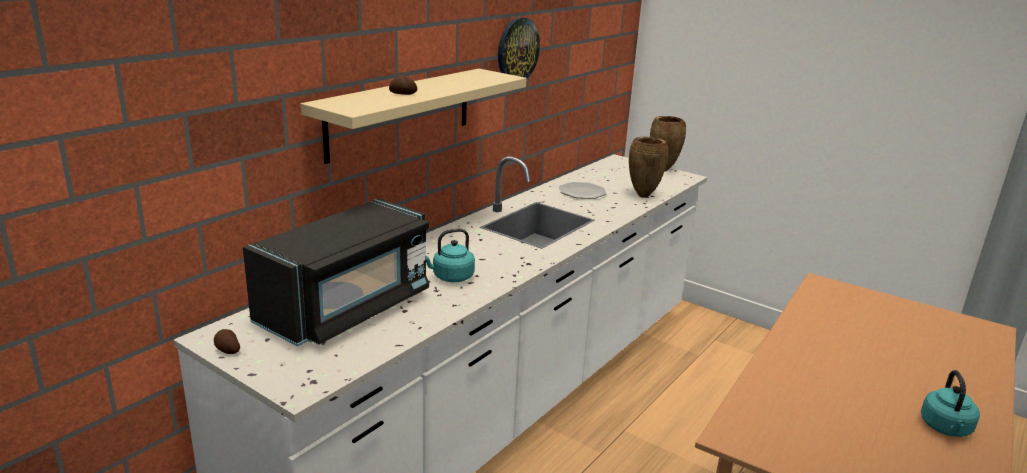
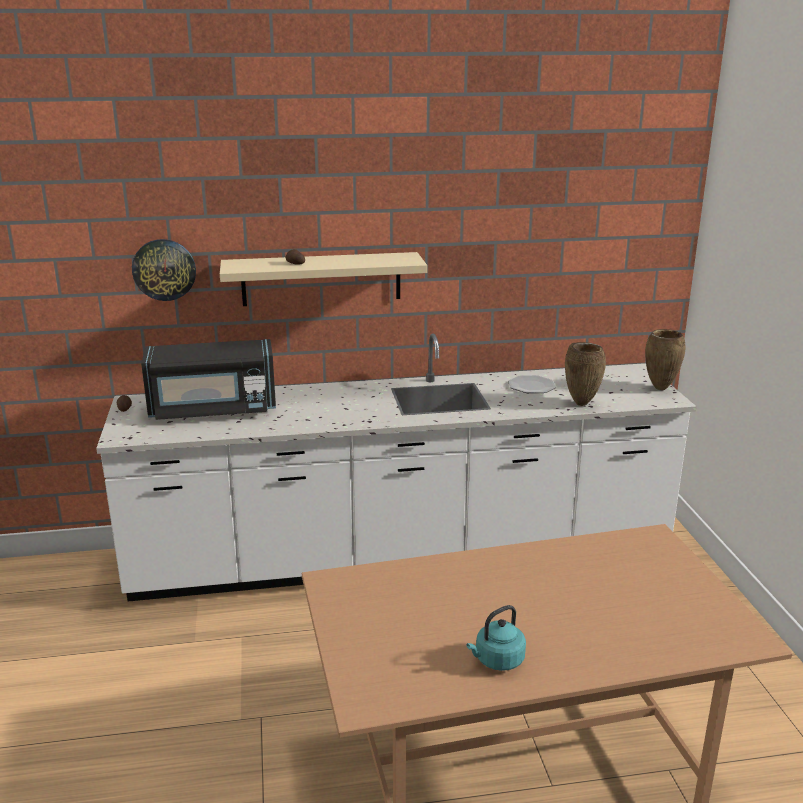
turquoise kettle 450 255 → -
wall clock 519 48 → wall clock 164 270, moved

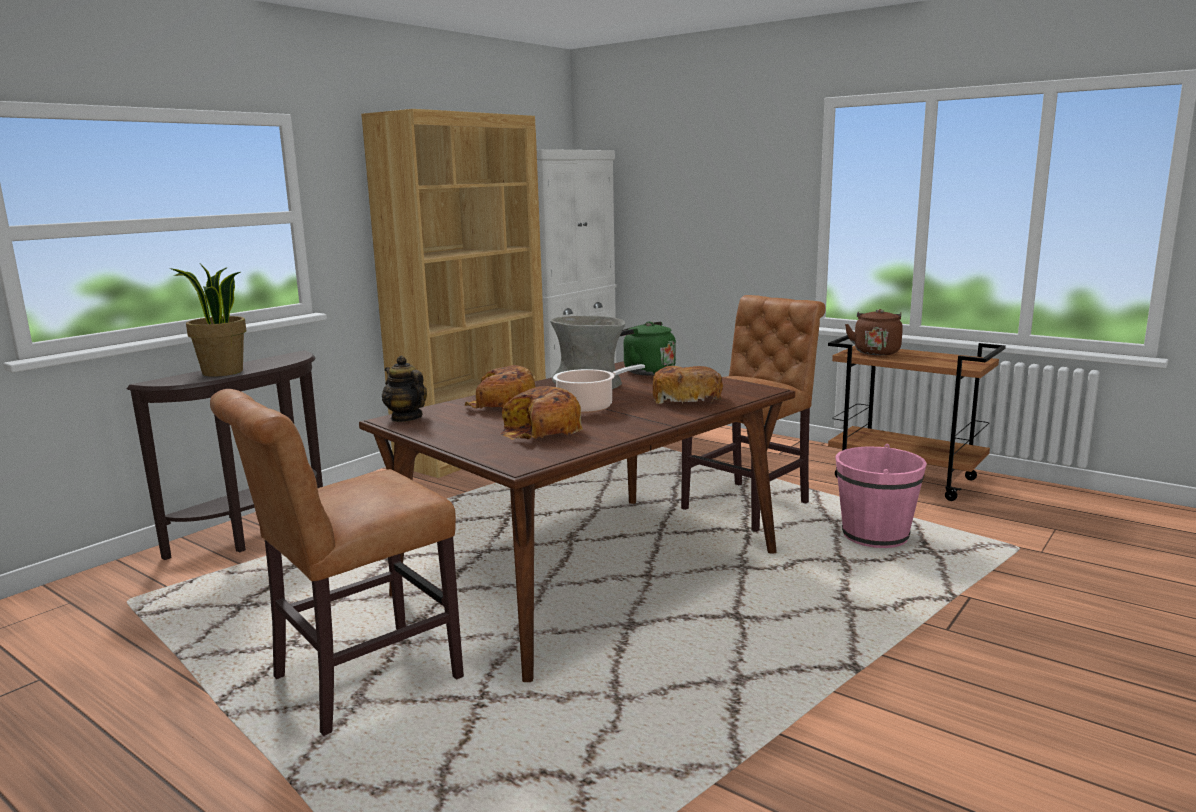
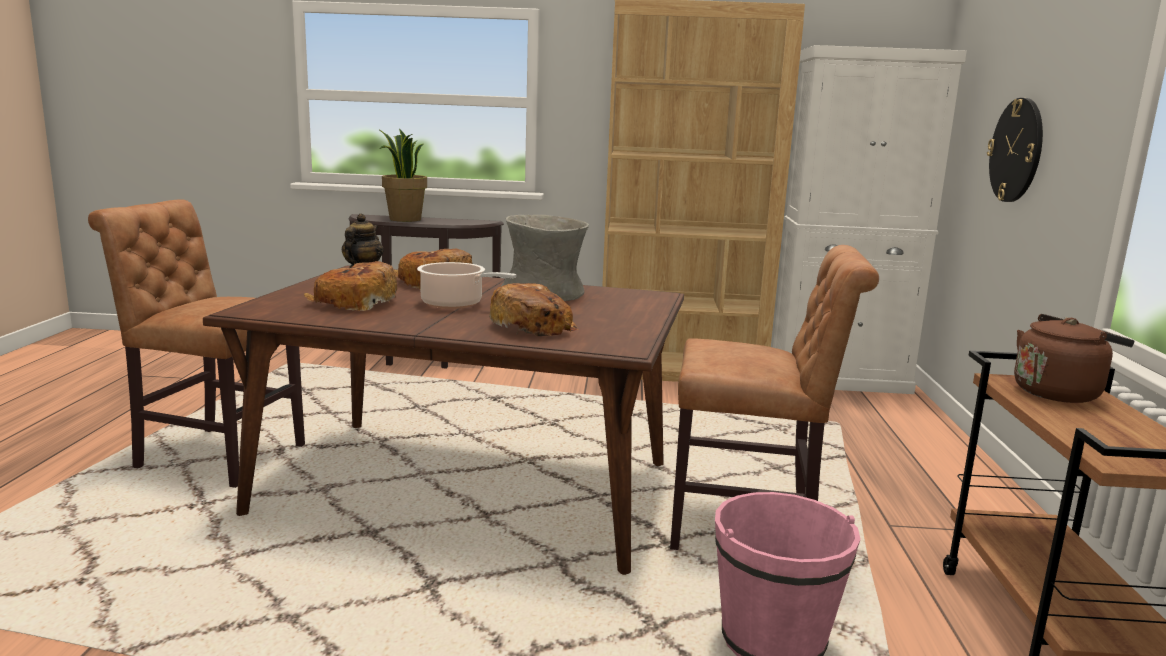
green kettle 648 348 → -
- → wall clock 1015 150

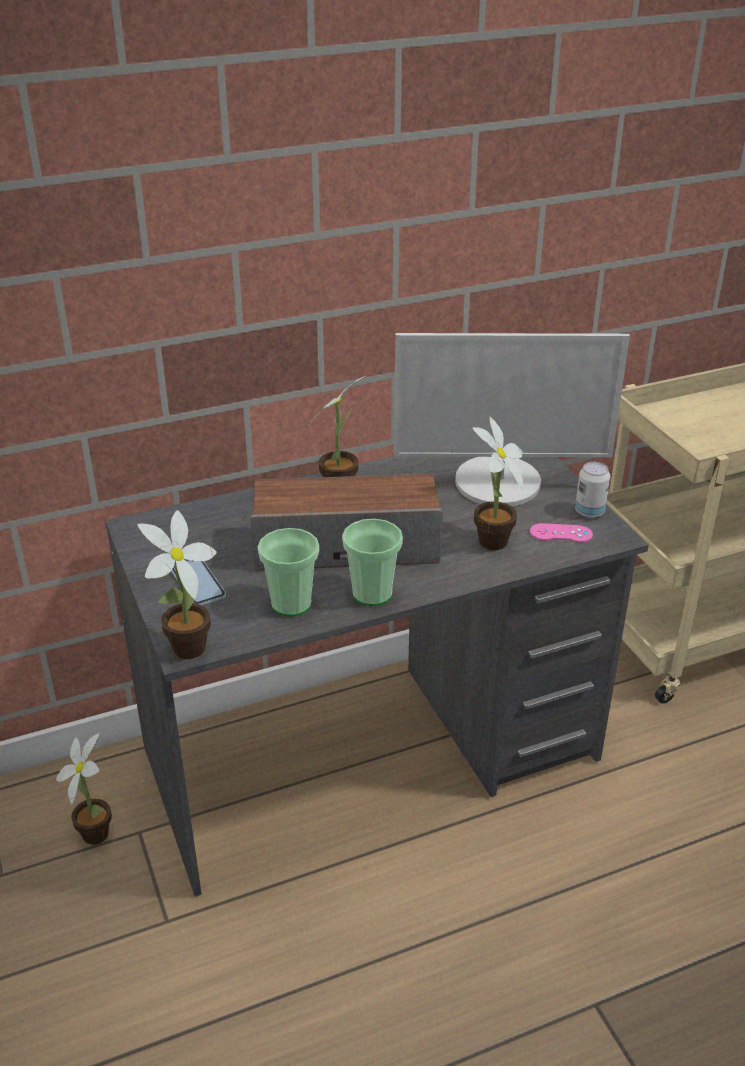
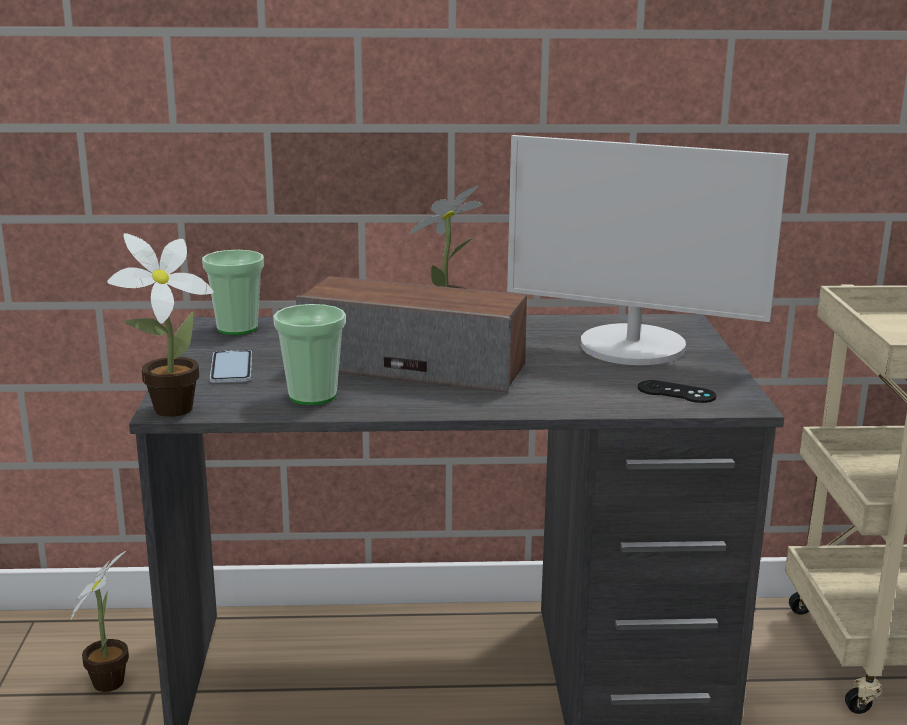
potted plant 498 483 → -
can 592 490 → -
cup 372 562 → cup 233 292, moved
pink game controller 561 533 → black game controller 676 391

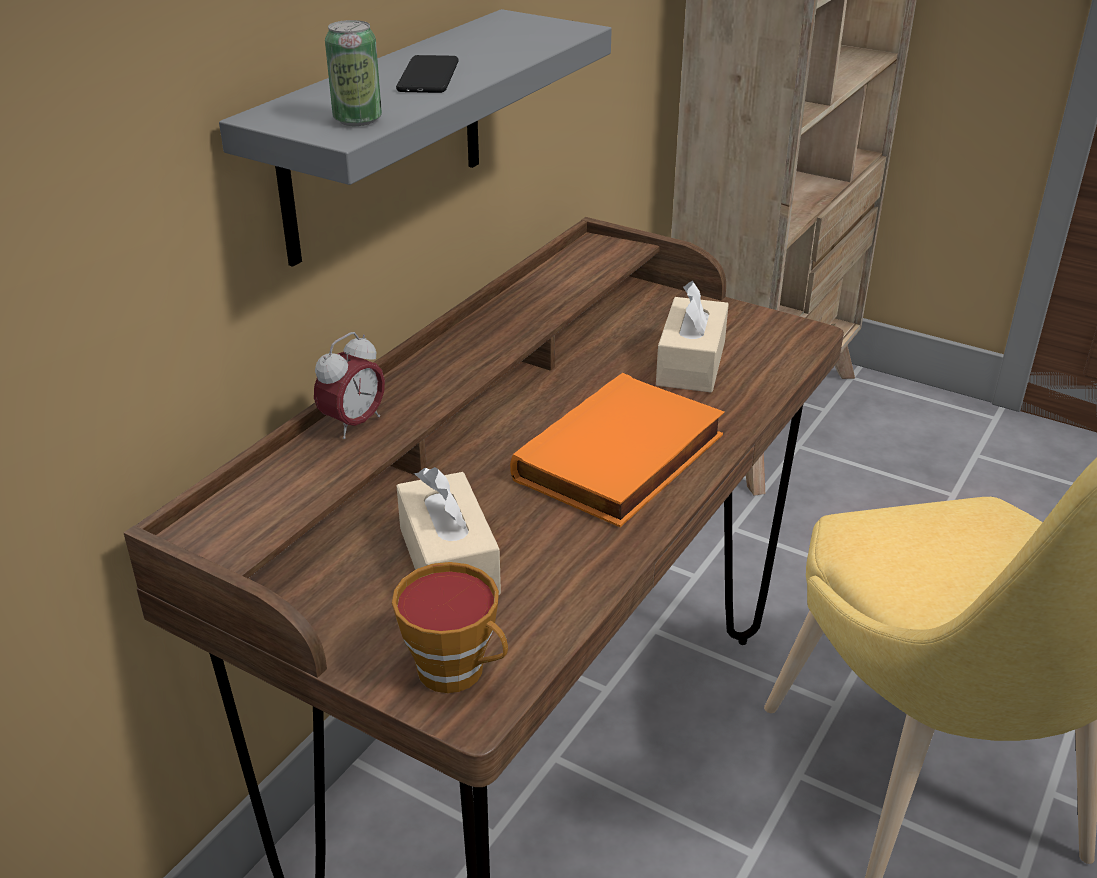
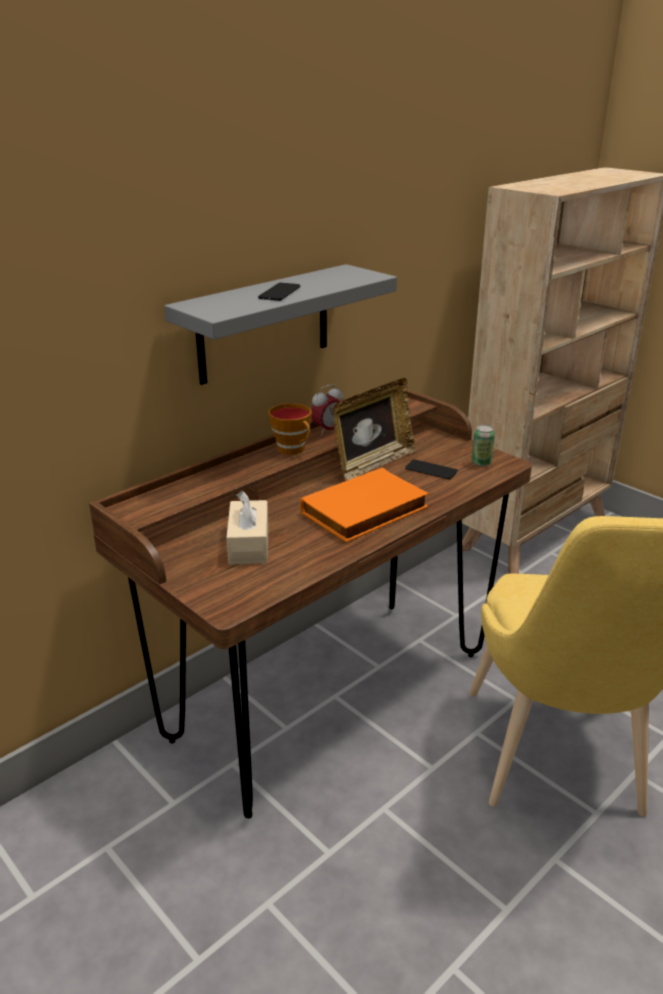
- → picture frame 374 429
alarm clock 349 385 → alarm clock 327 410, moved
can 353 73 → can 483 445, moved
cup 450 627 → cup 290 429, moved
beige tissue box 692 337 → phone 431 469

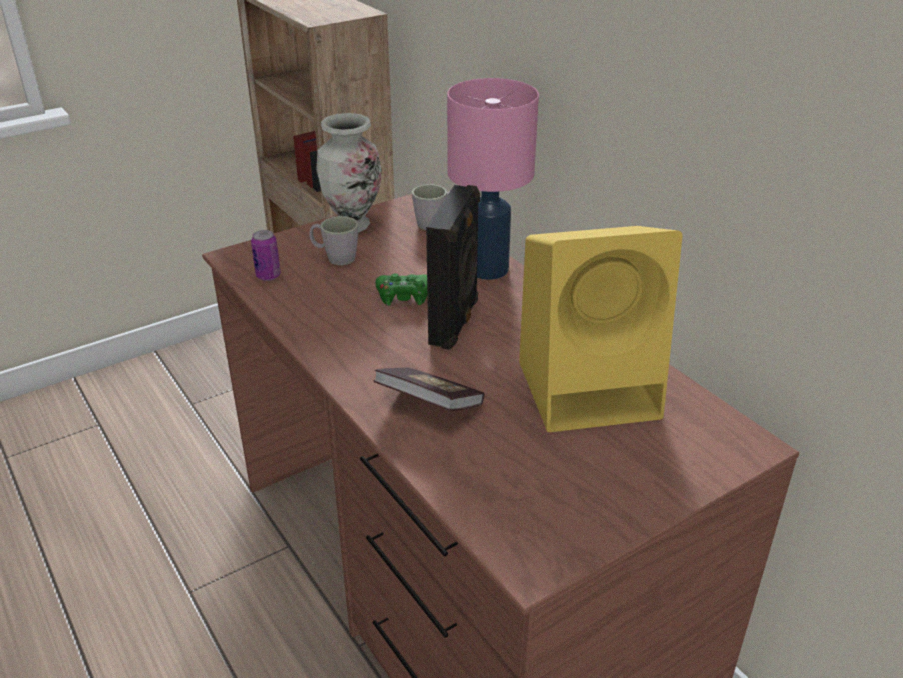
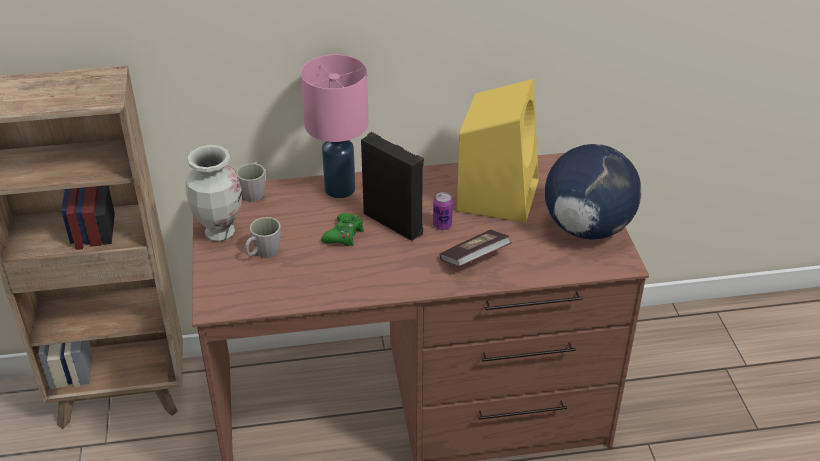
- → globe 593 192
can 266 255 → can 443 211, moved

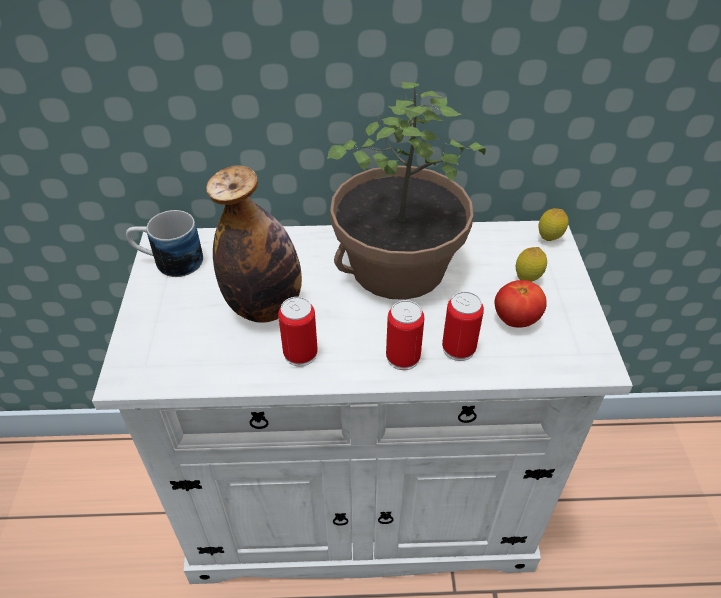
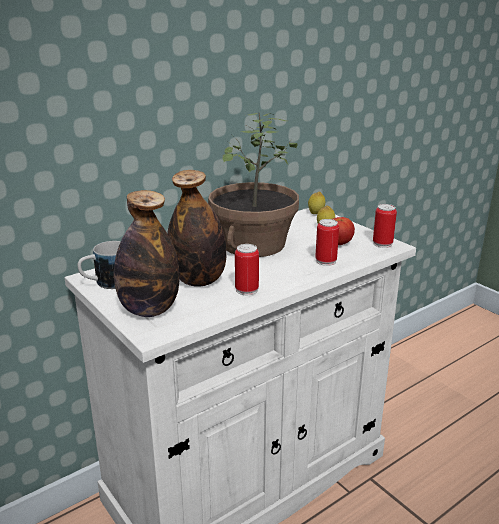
- → bottle 147 253
can 405 335 → can 385 226, moved

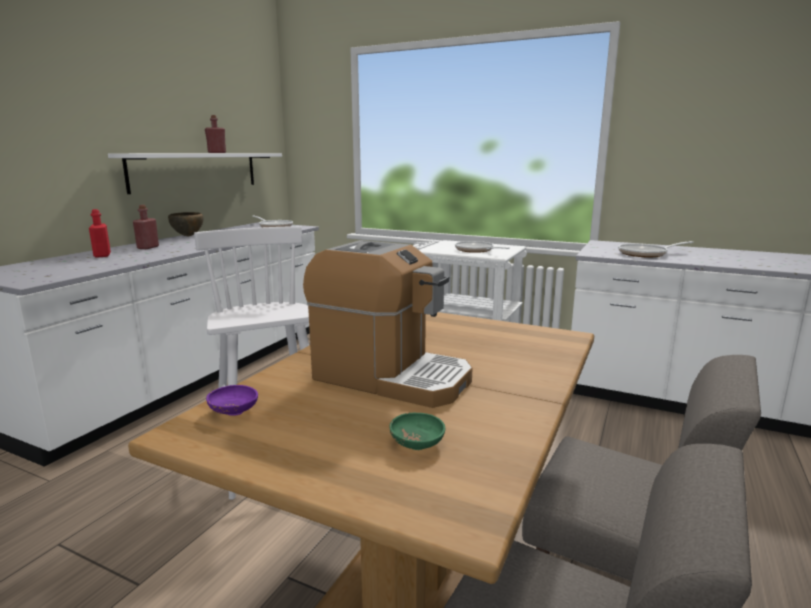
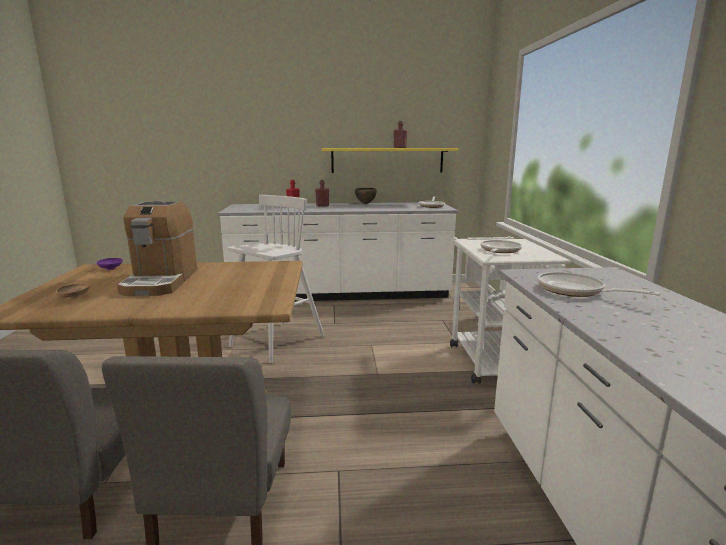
white shelf 195 173 → yellow shelf 390 160
green bowl 417 431 → brown bowl 72 291

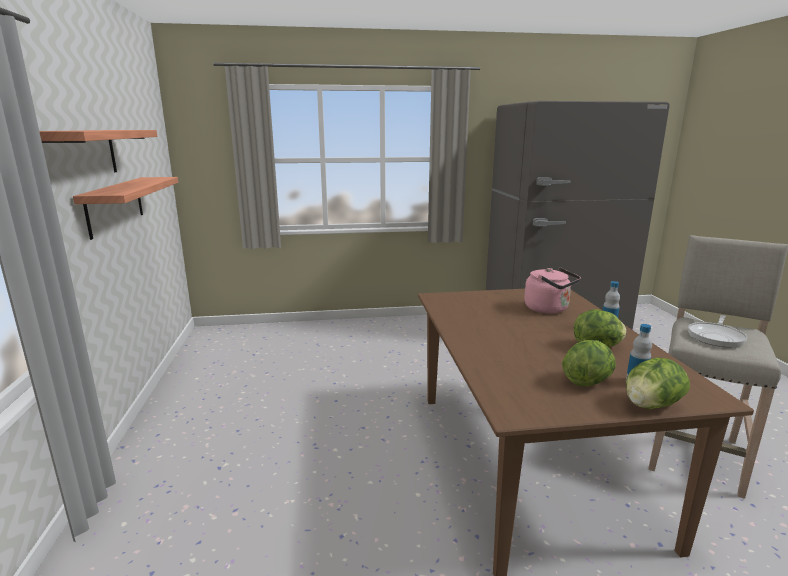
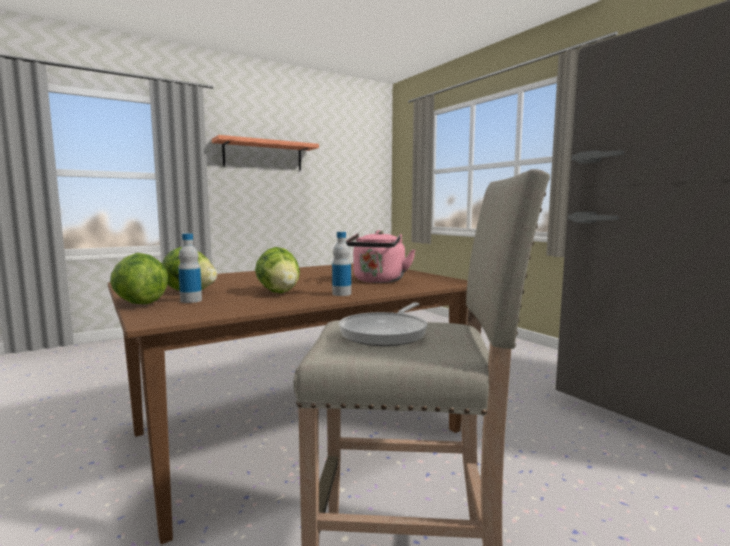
shelf 125 208 → -
frying pan 718 331 → frying pan 383 324, 75 degrees counterclockwise

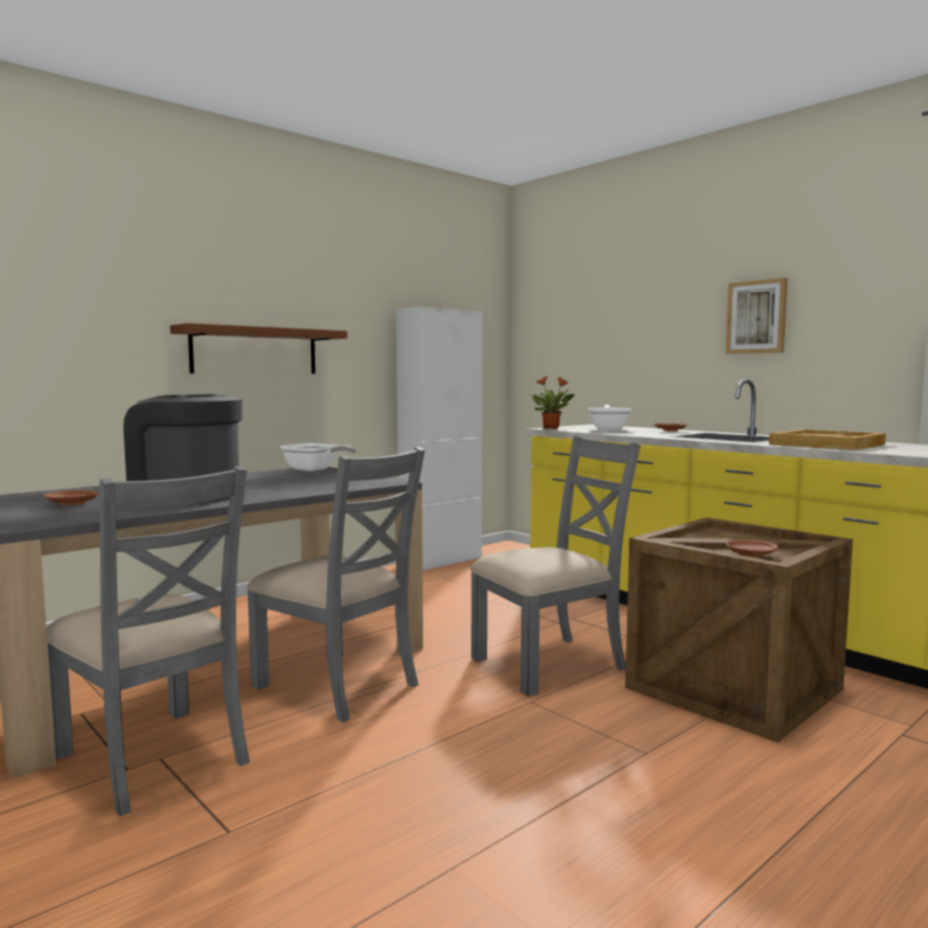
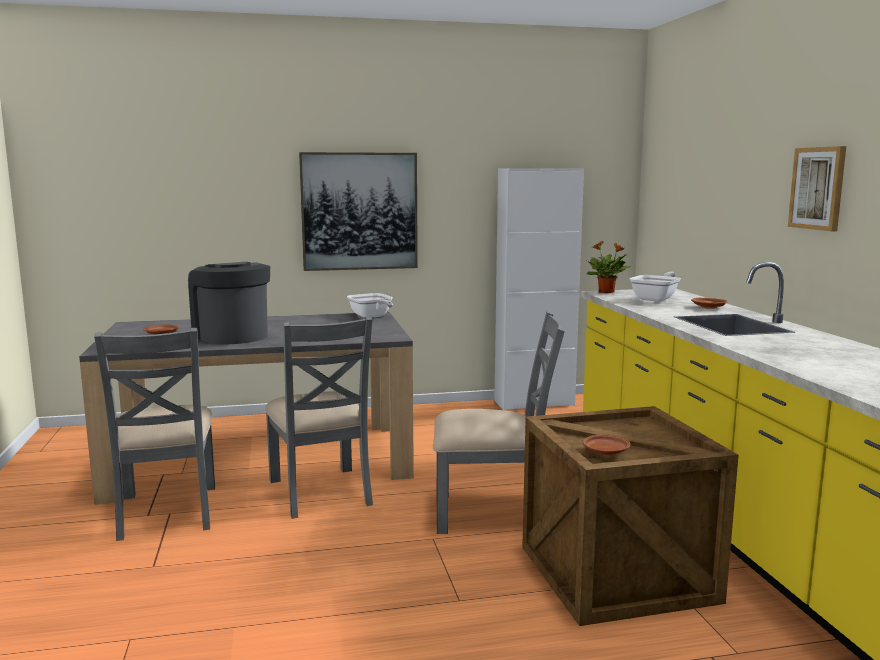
beige tray 827 439 → -
brown shelf 258 348 → picture 358 211

